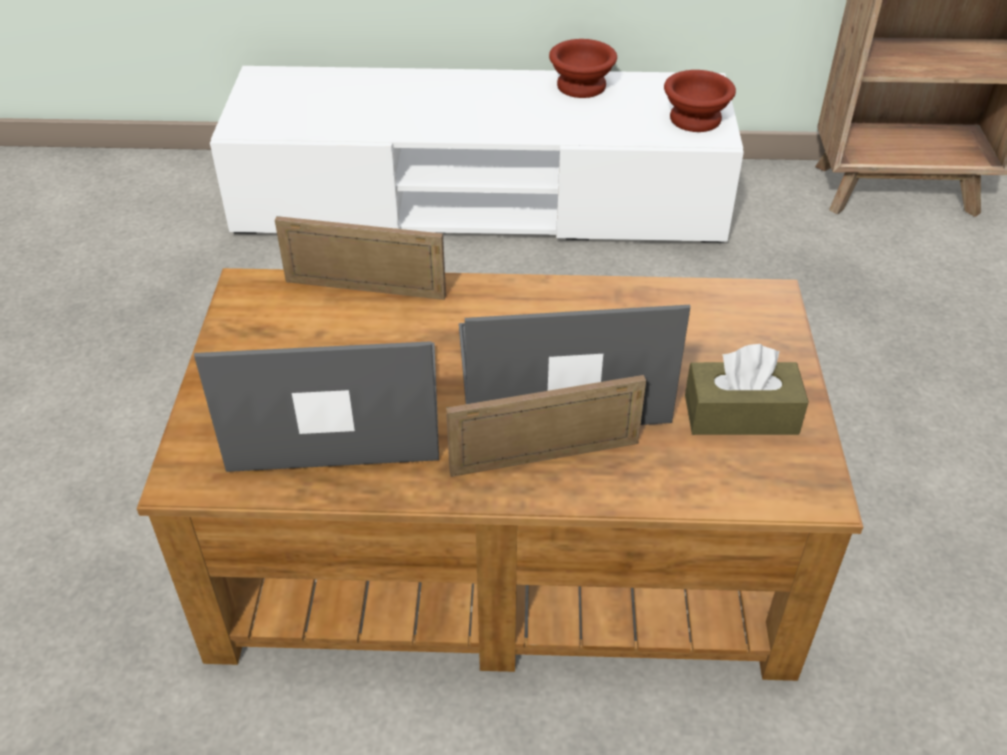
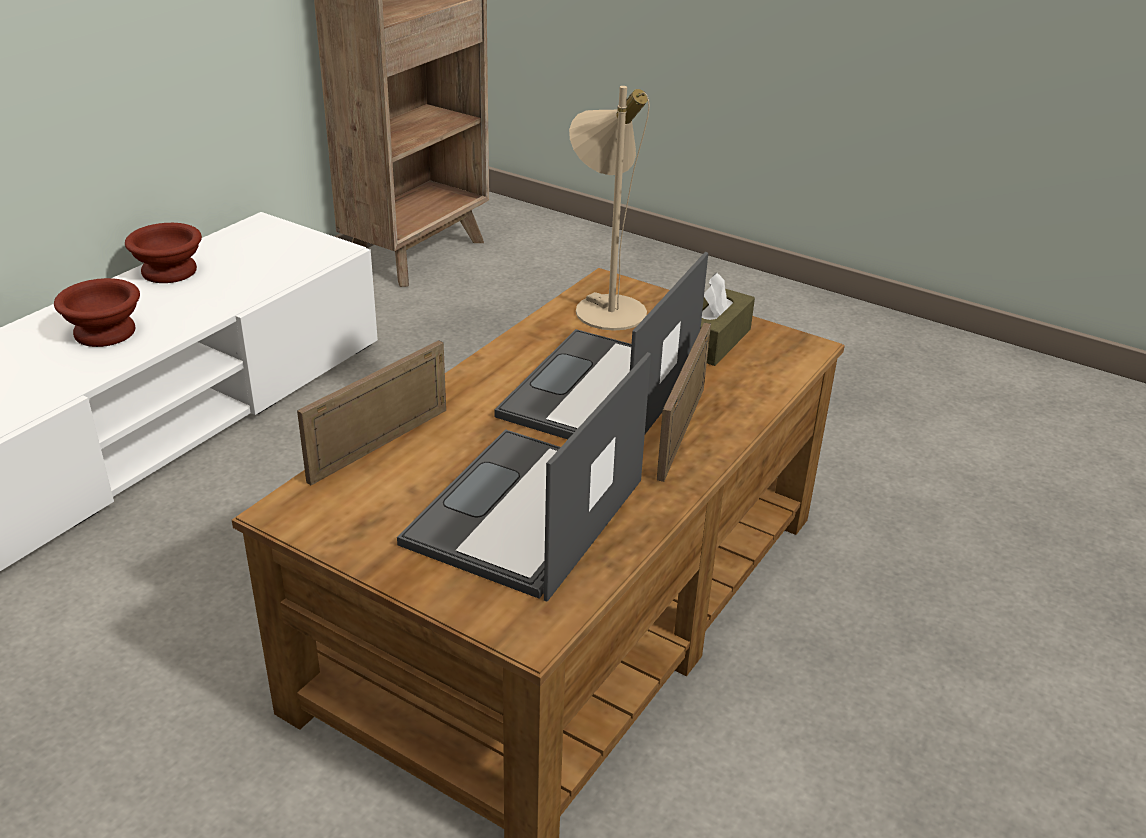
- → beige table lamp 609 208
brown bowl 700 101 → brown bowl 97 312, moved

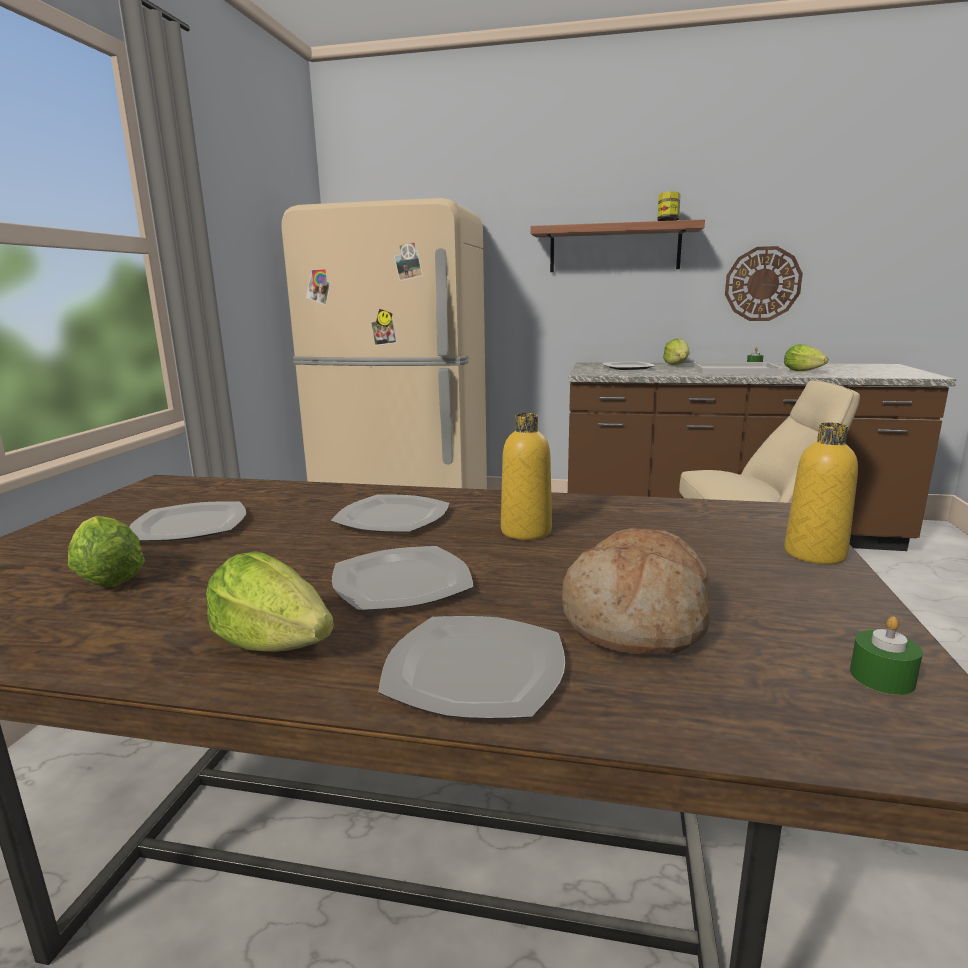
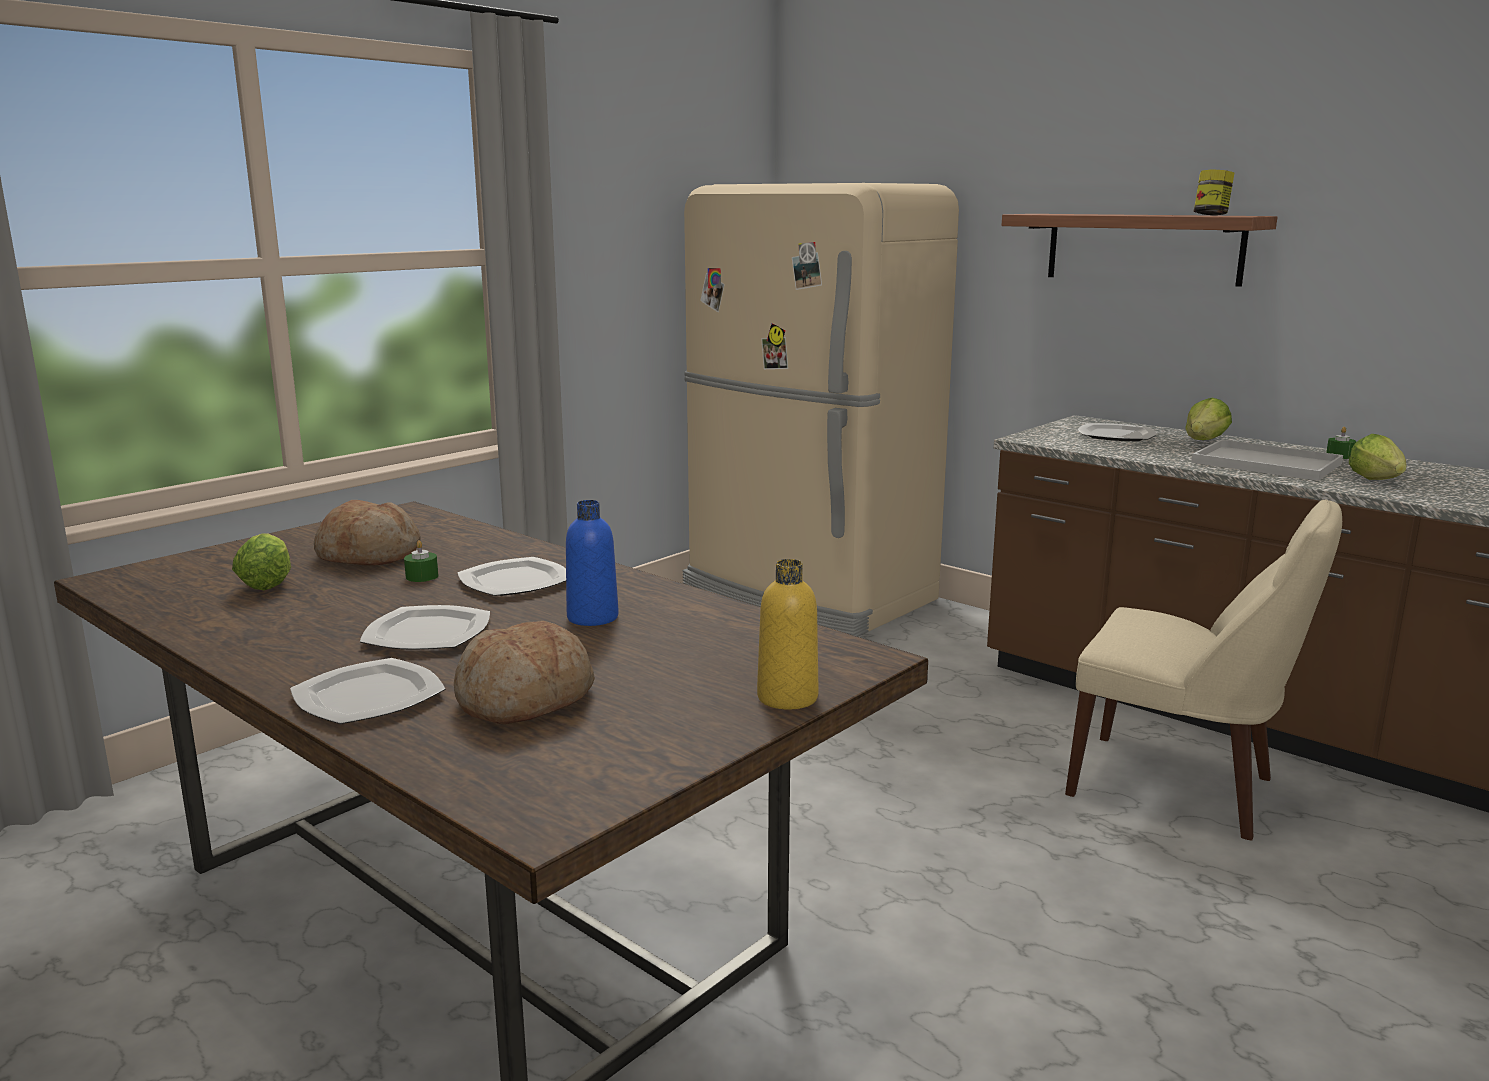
lettuce 270 601 → -
wall clock 764 283 → -
green candle 886 655 → green candle 421 561, moved
plate 187 521 → bread 367 532
yellow bottle 526 476 → blue bottle 592 563

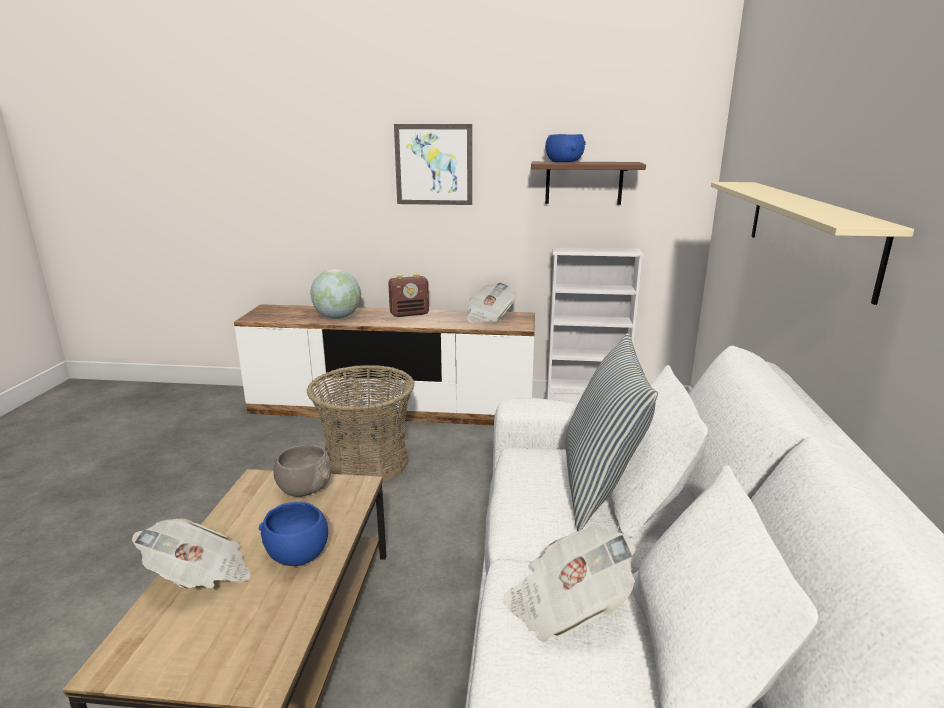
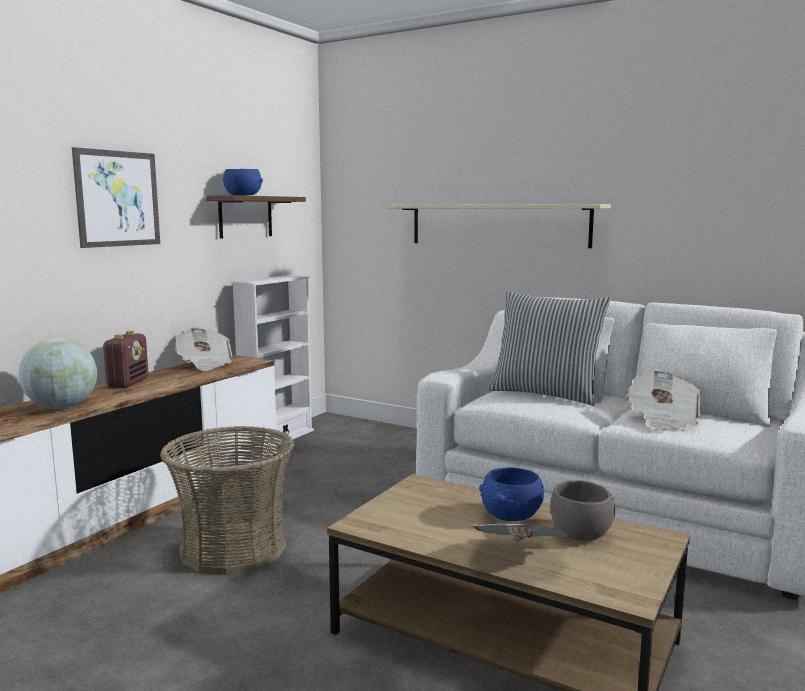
grey bowl 302 471 → grey bowl 582 510, moved

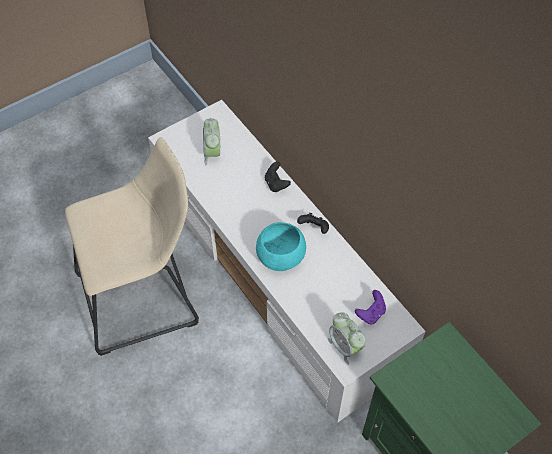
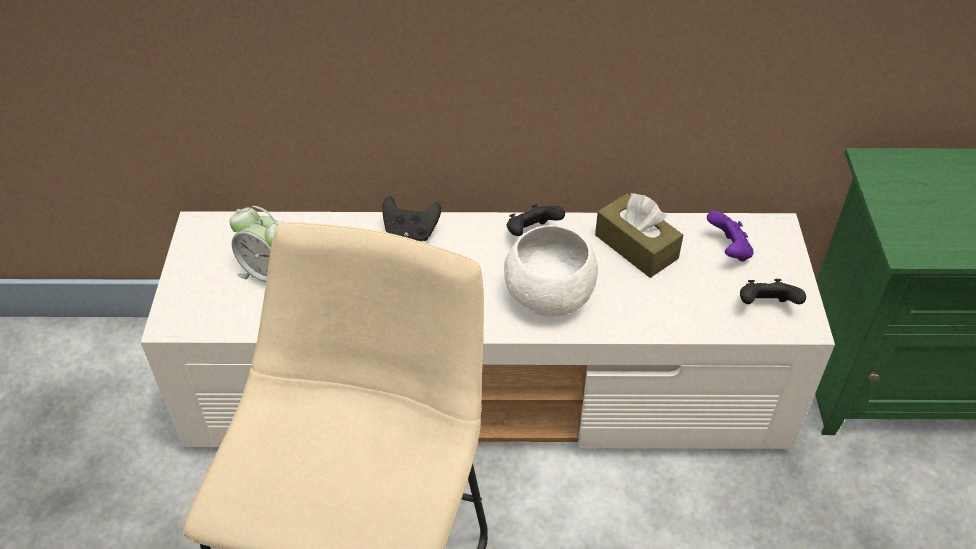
- → brown tissue box 639 235
alarm clock 346 338 → black game controller 773 291
turquoise bowl 281 246 → white bowl 551 271

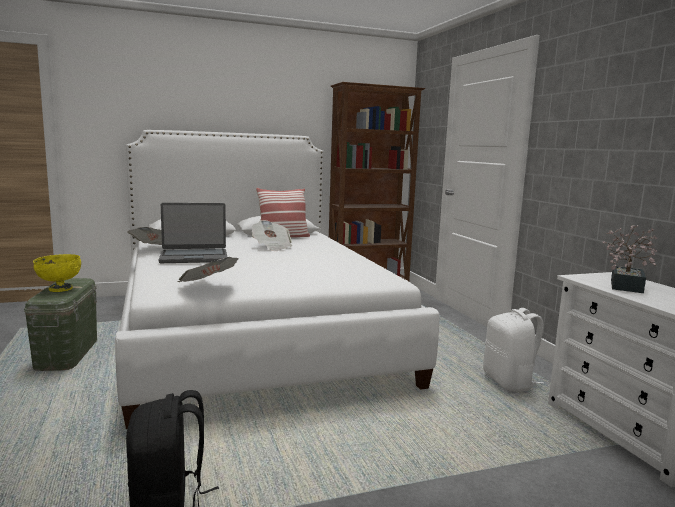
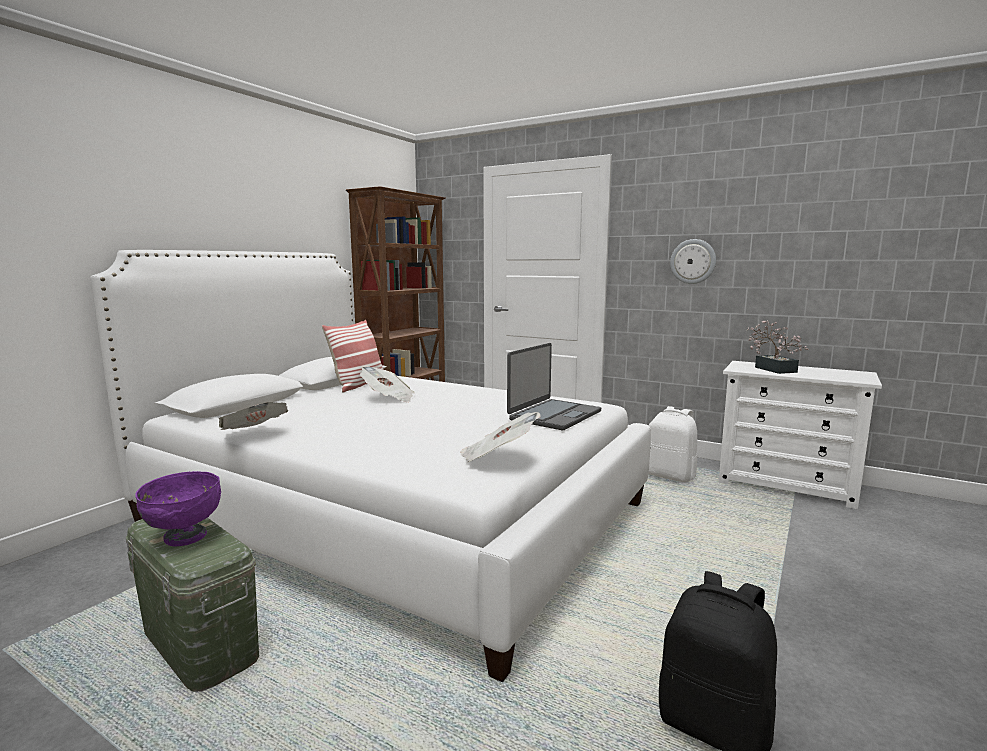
- → wall clock 693 261
laptop 193 233 → laptop 554 386, moved
yellow bowl 57 273 → purple bowl 178 508

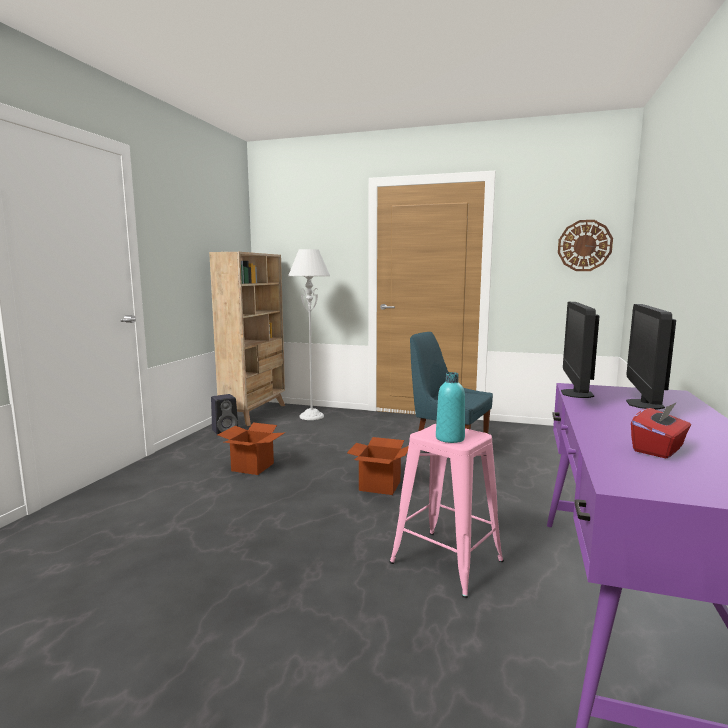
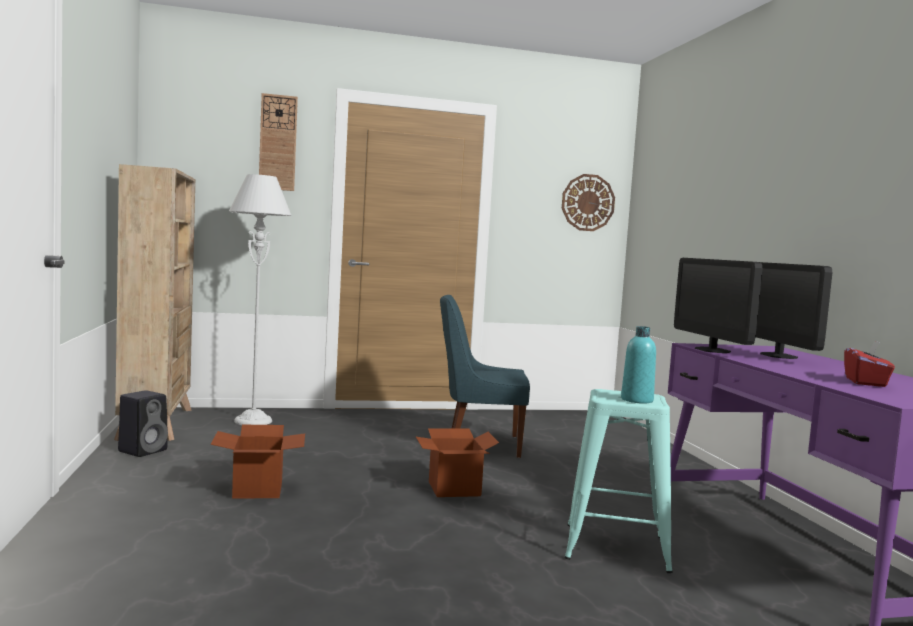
- → wall clock 278 142
pink stool 447 511 → turquoise stool 619 481

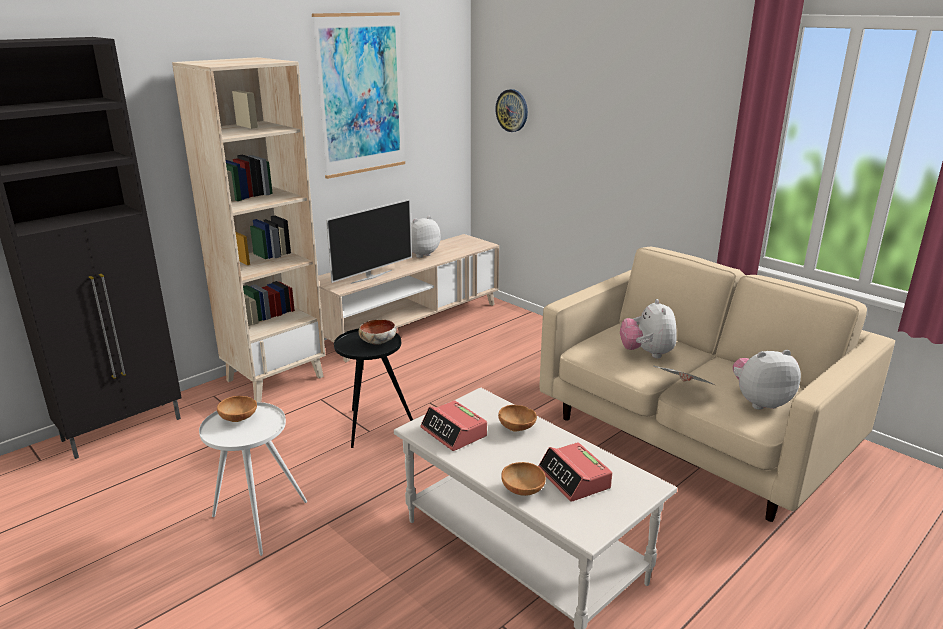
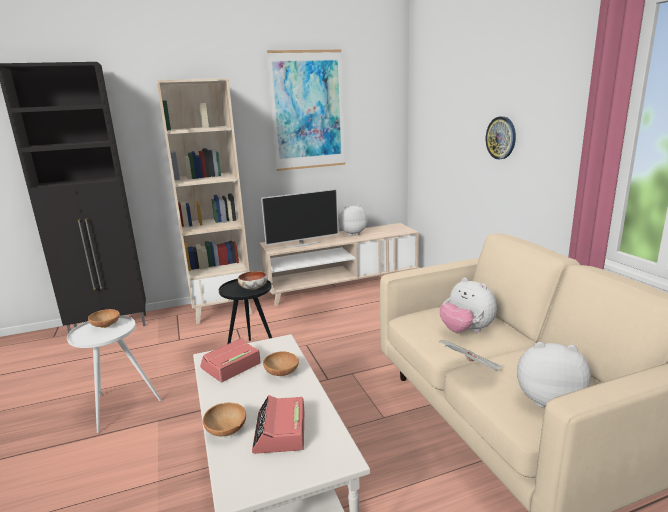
wall clock 511 110 → wall clock 501 137, moved
alarm clock 453 425 → alarm clock 230 360, 60 degrees clockwise
plush toy 648 328 → plush toy 468 305, 60 degrees counterclockwise

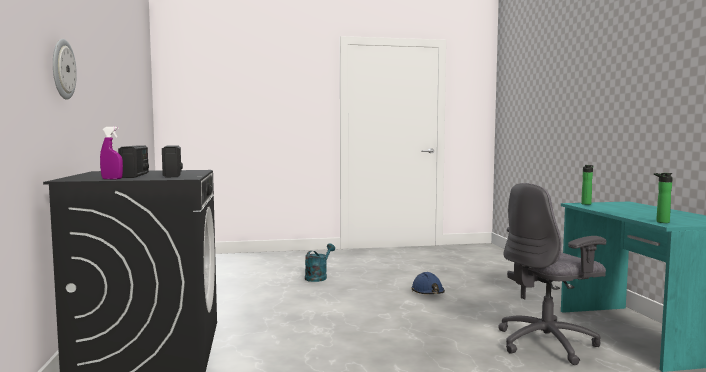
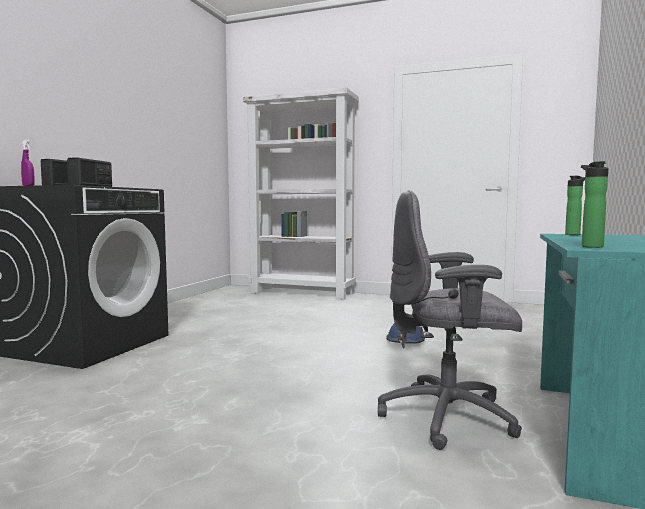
wall clock 65 69 → -
turquoise watering can 320 263 → -
- → white bookcase 301 193

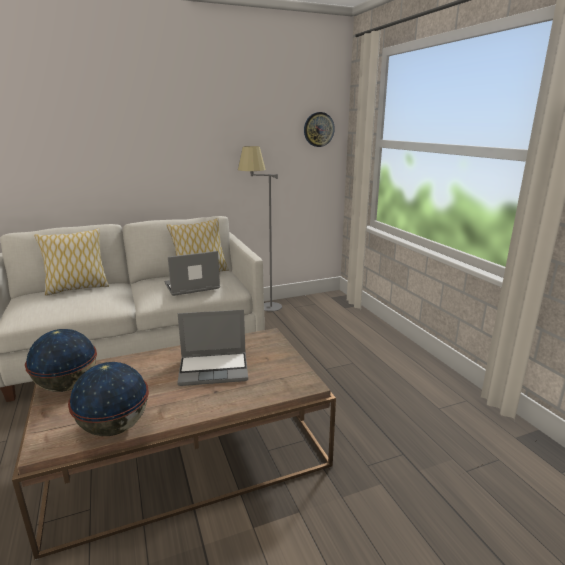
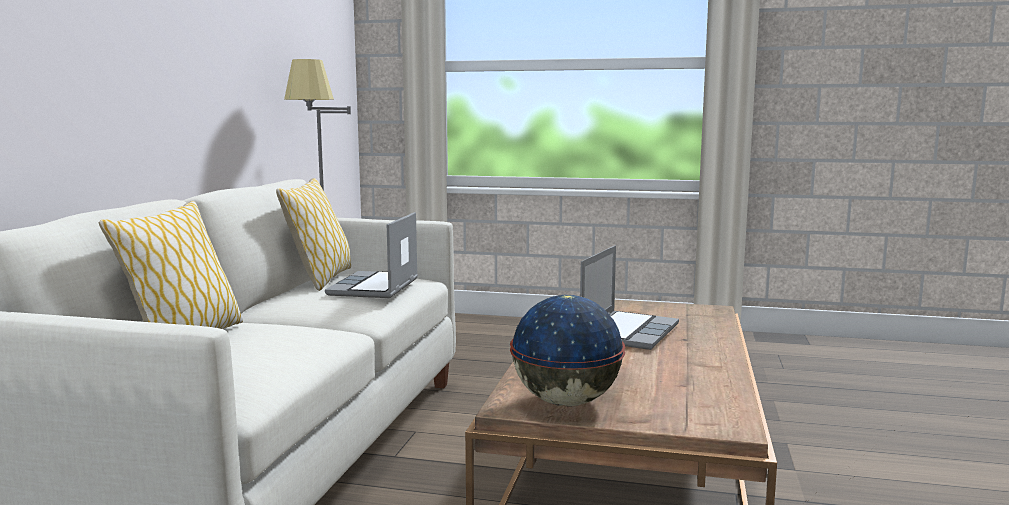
globe 108 399 → -
wall clock 319 129 → -

